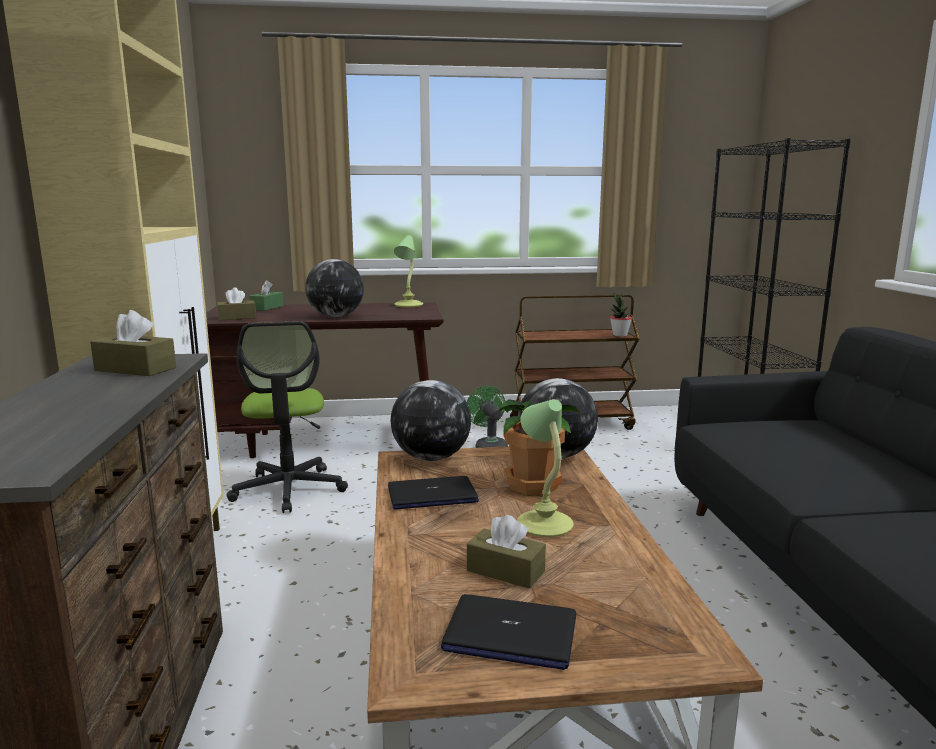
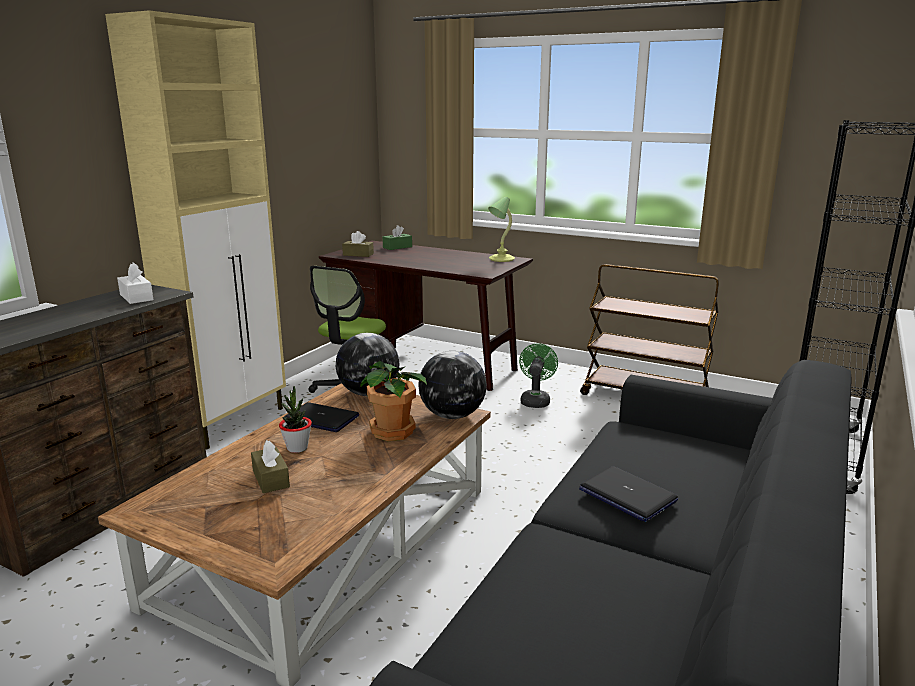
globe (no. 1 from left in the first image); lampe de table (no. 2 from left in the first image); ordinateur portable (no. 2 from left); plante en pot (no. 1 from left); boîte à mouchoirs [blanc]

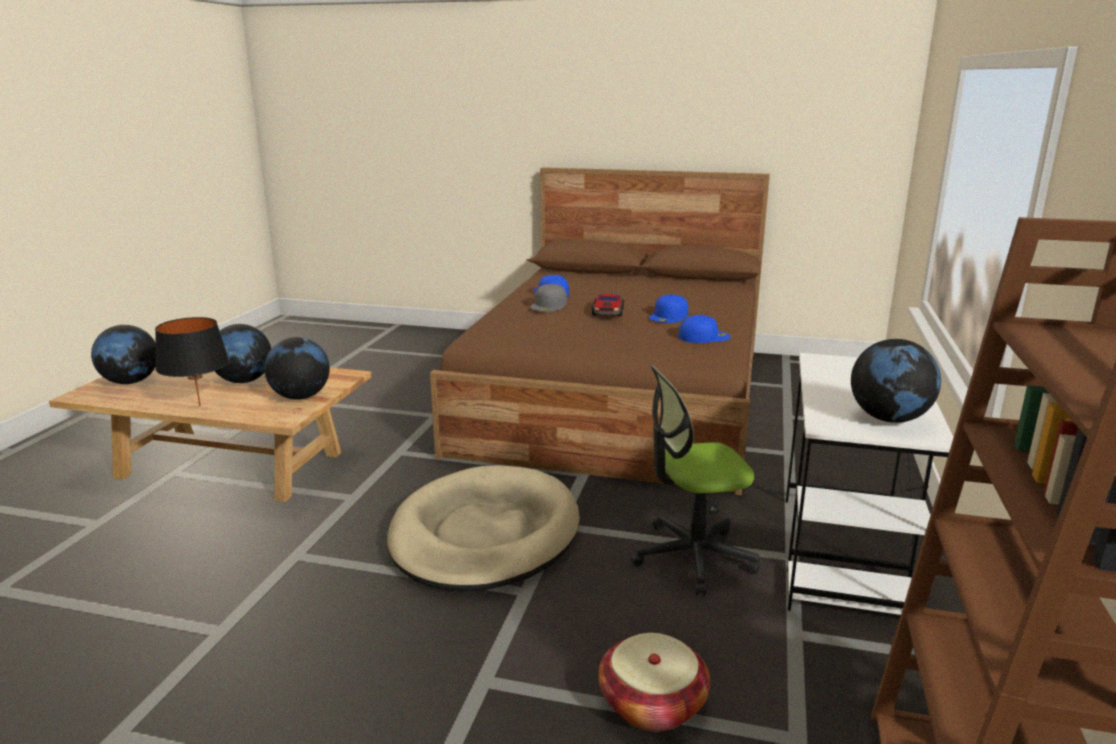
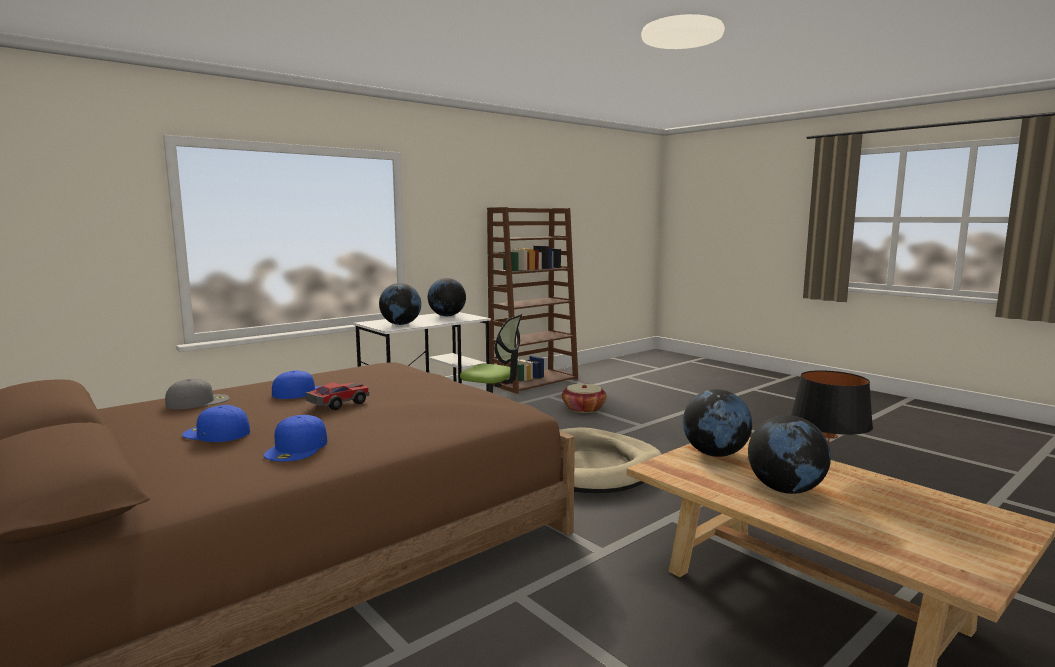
globe (no. 1 from left); casquette [gris]; casquette [bleu] (no. 1 from left)

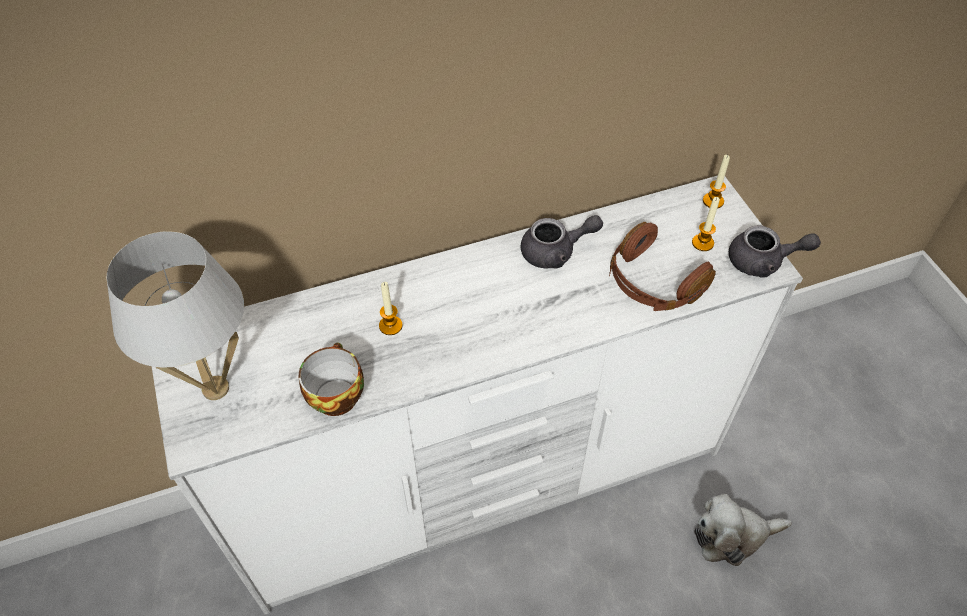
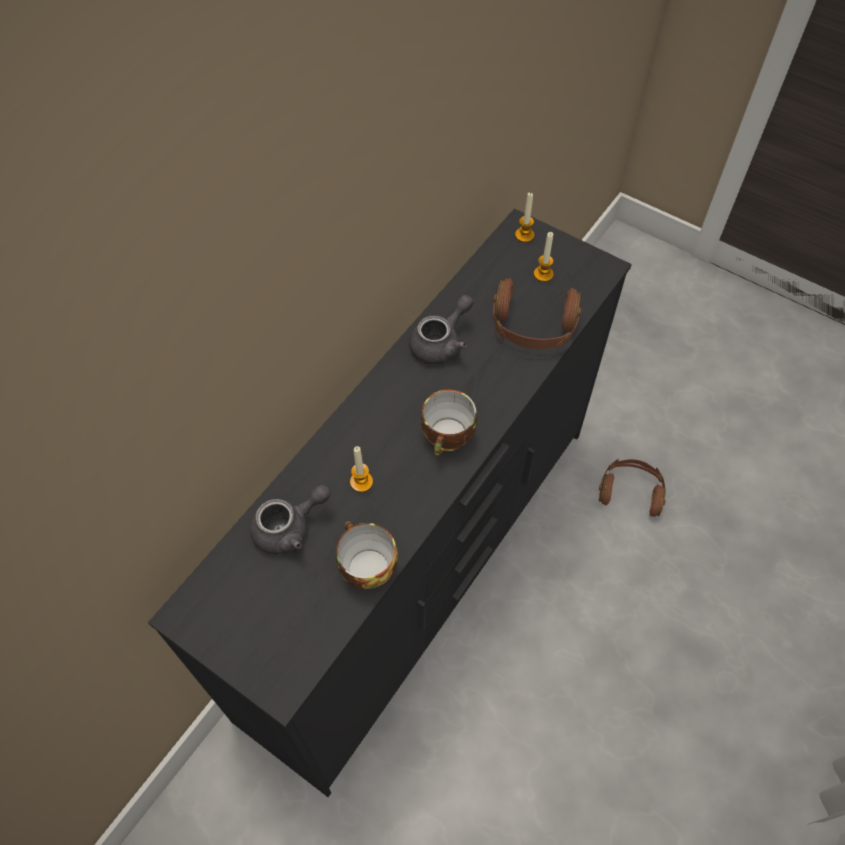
lampe de table [blanc]; tasse (no. 2 from left); théière [gris] (no. 1 from left); casque audio [marron] (no. 2 from left); commode [noir]

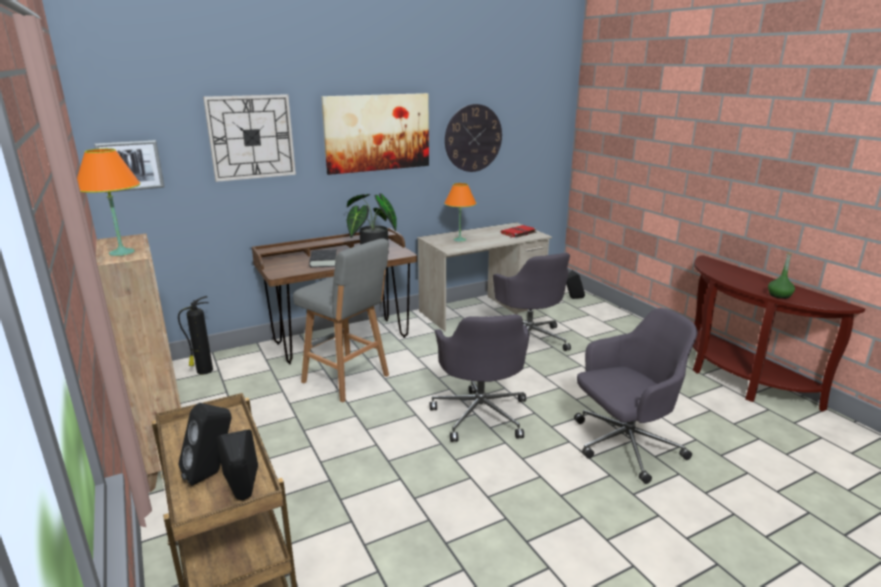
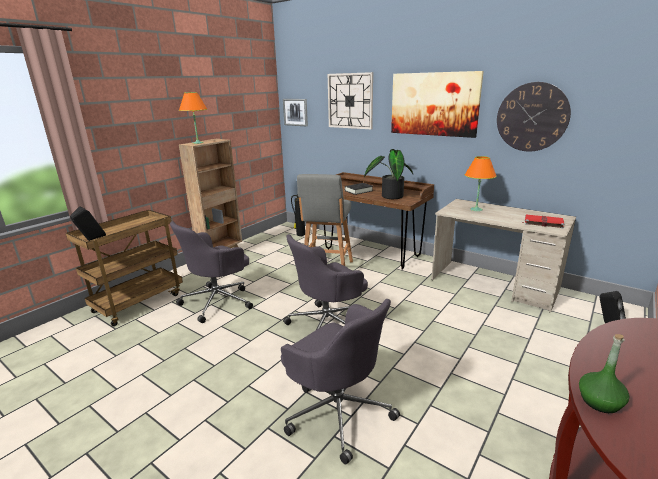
enceinte [noir] (no. 1 from left in the first image); chaise de bureau [gris] (no. 1 from left)

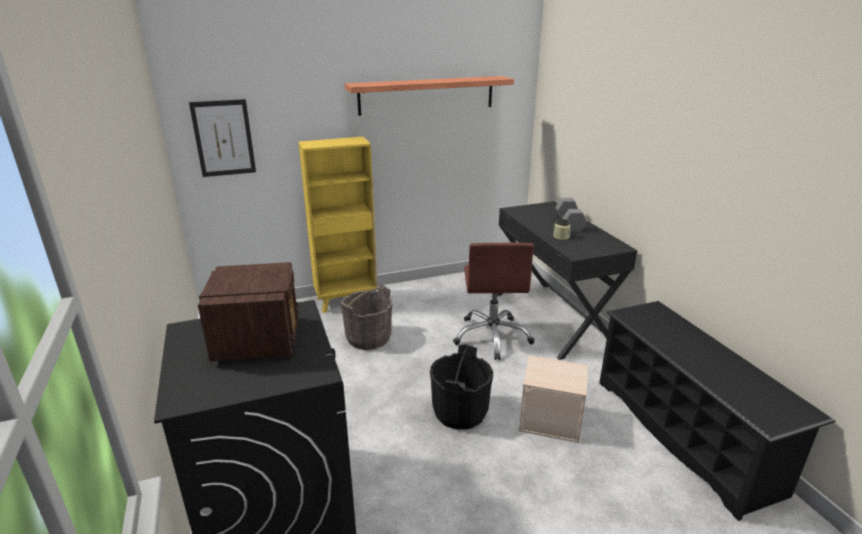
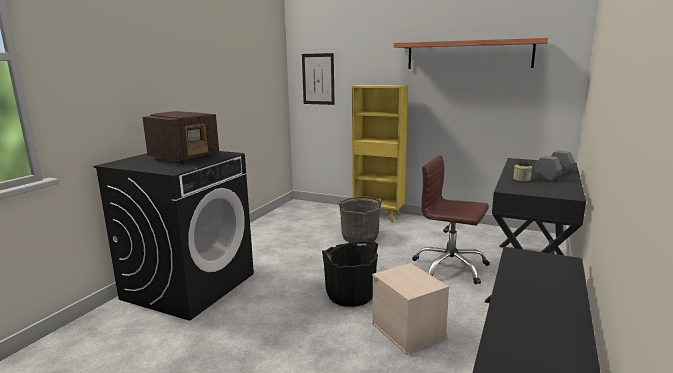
chaise de bureau [marron]

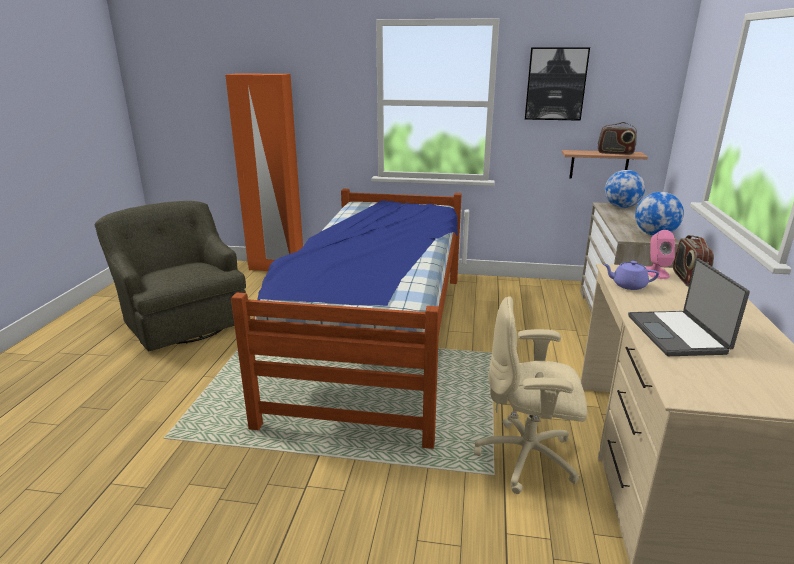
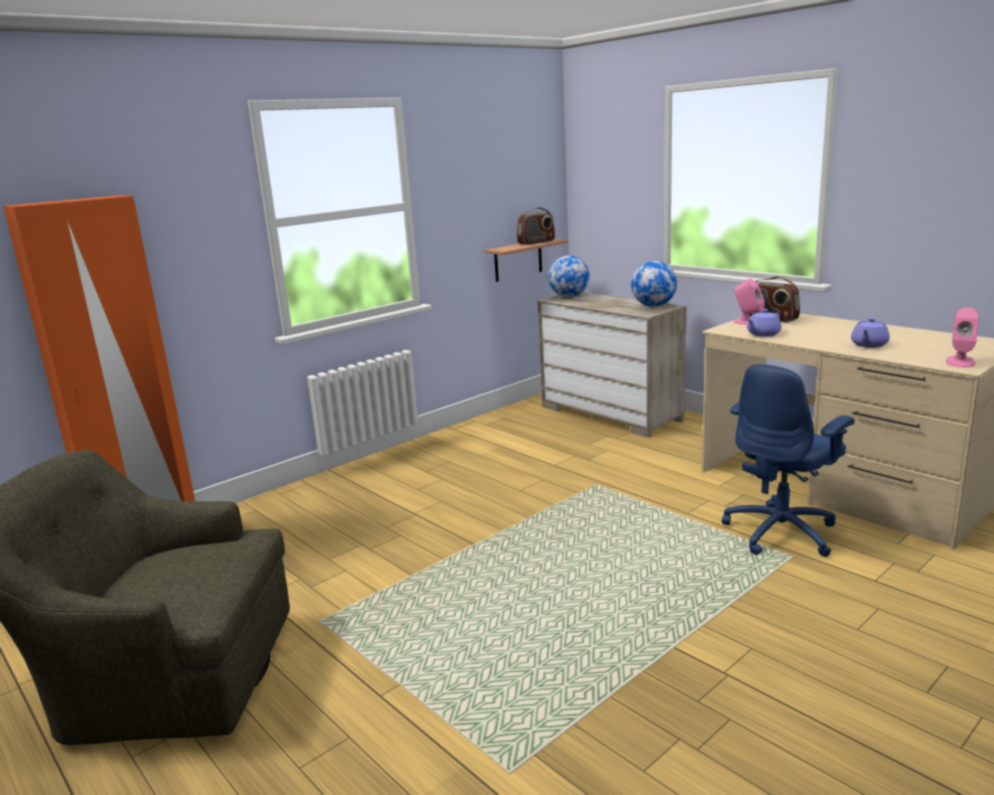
lit; tableau; enceinte [rose] (no. 2 from left); théière [violet] (no. 2 from left); chaise de bureau [bleu]

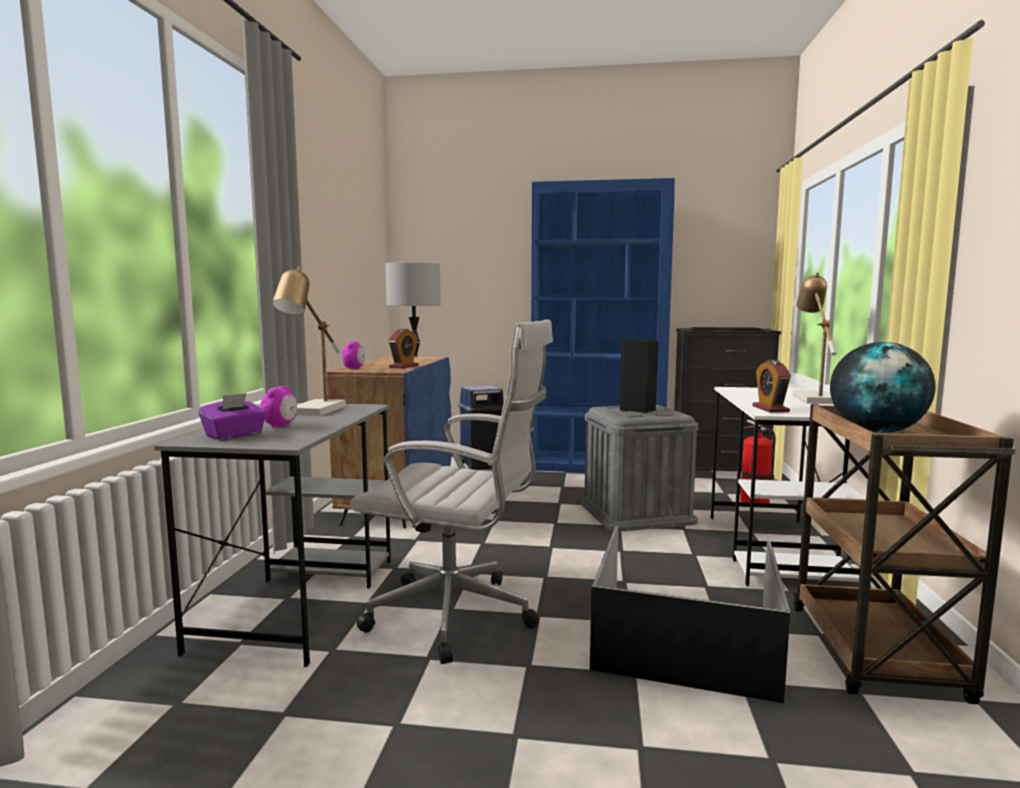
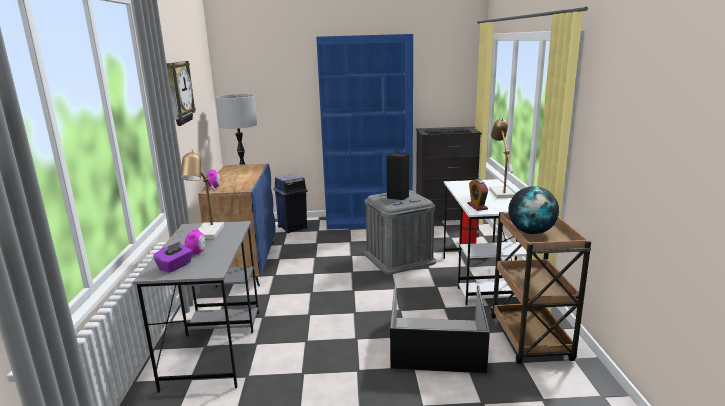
chaise de bureau [blanc]; réveil (no. 3 from left in the first image); horloge murale

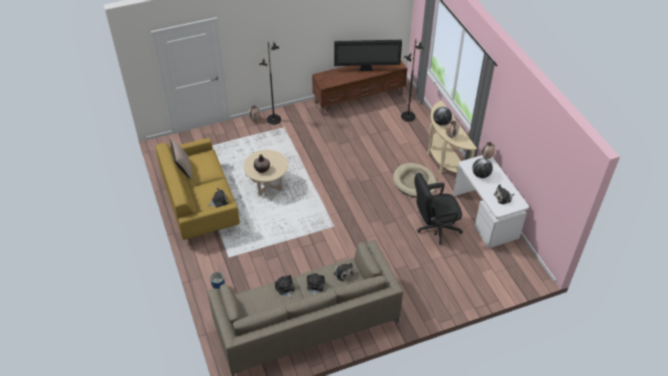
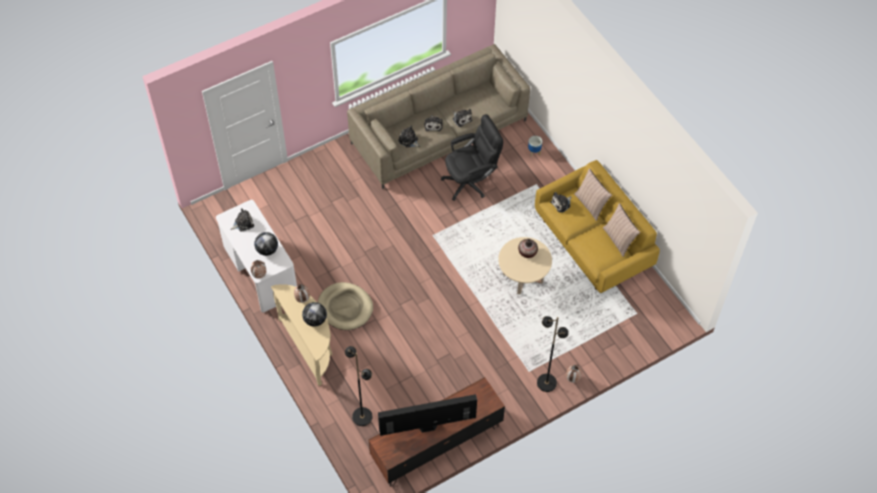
coussin (no. 1 from left); chaise de bureau [noir]

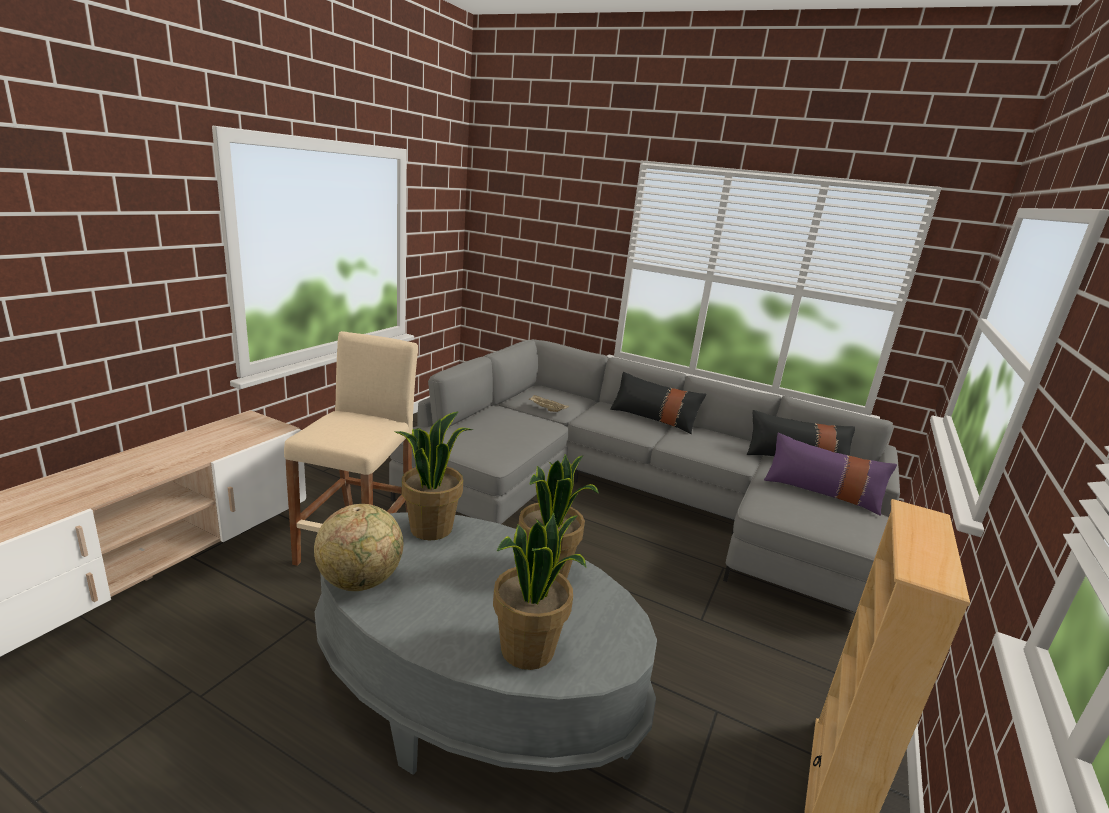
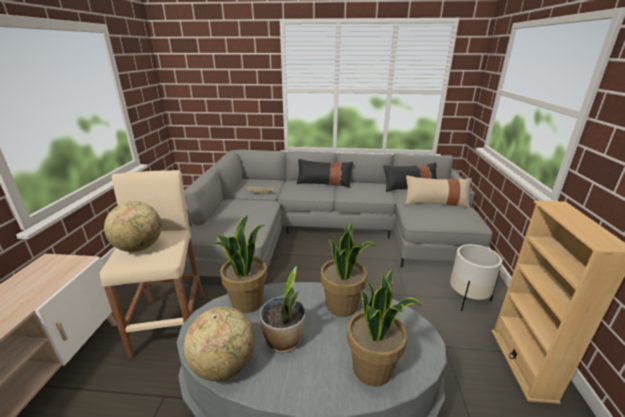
globe (no. 1 from left); plante en pot (no. 2 from left); cache-pot [blanc]; coussin [beige]

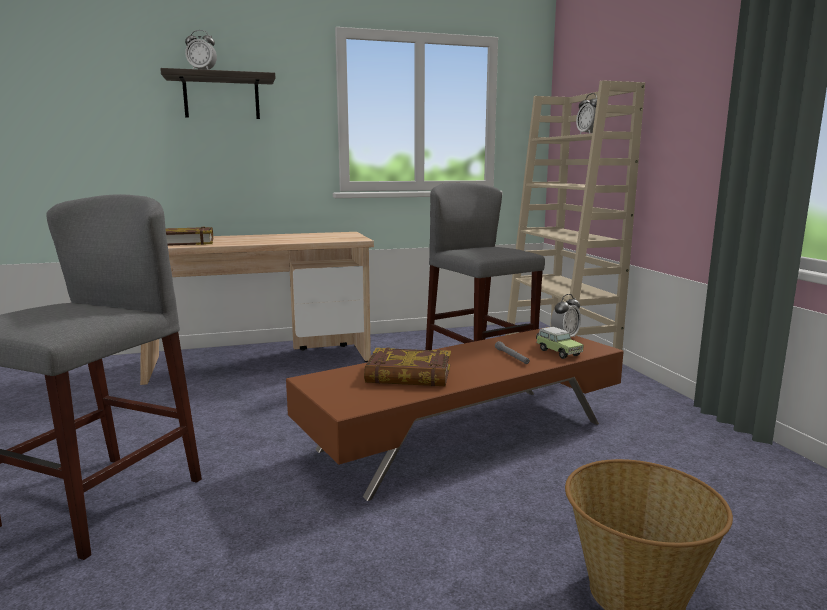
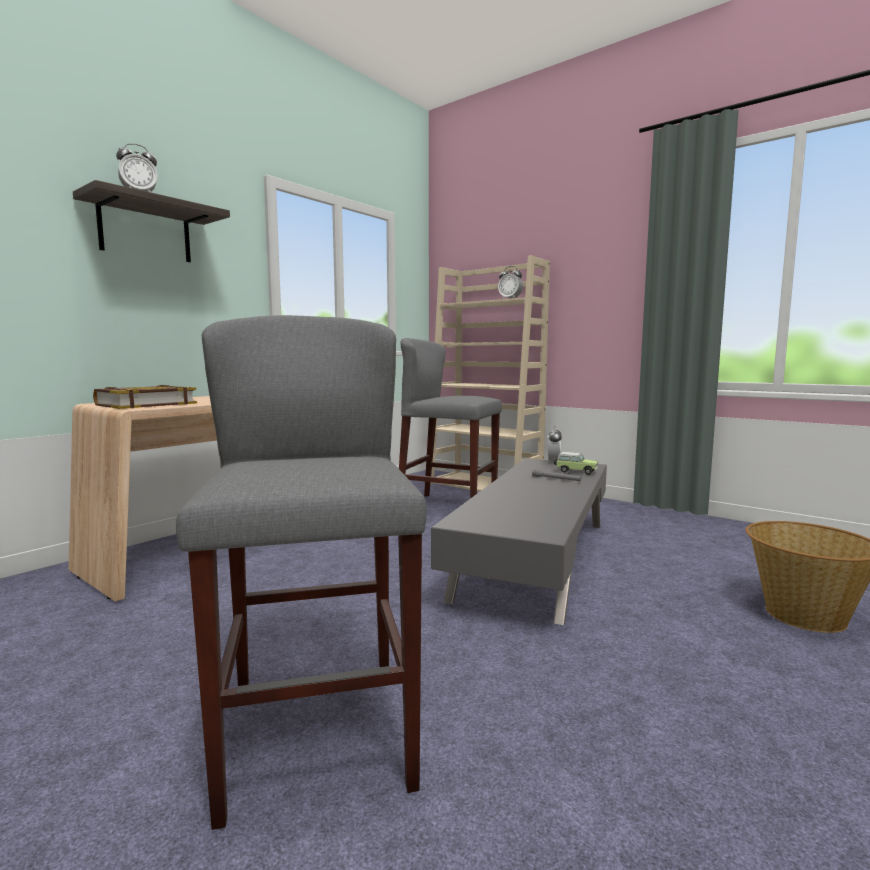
livre (no. 2 from left in the first image); table basse [gris]

